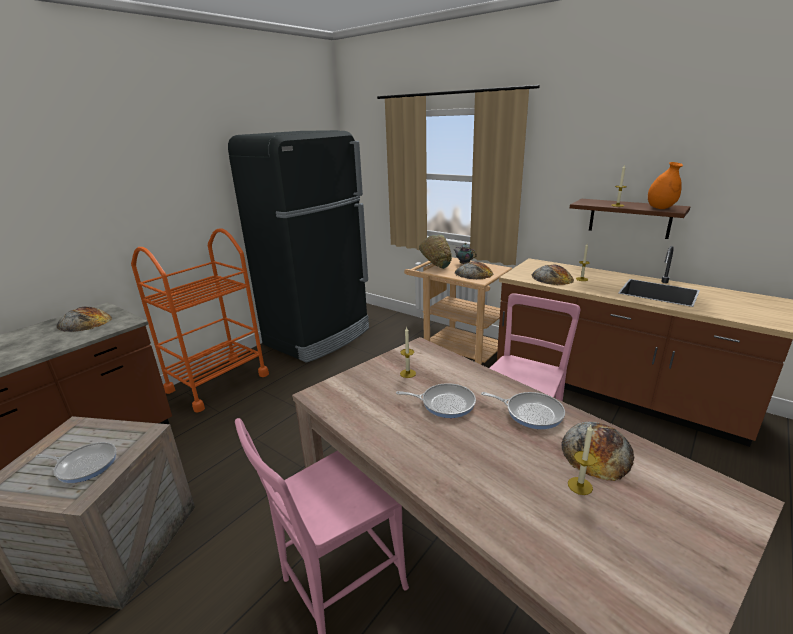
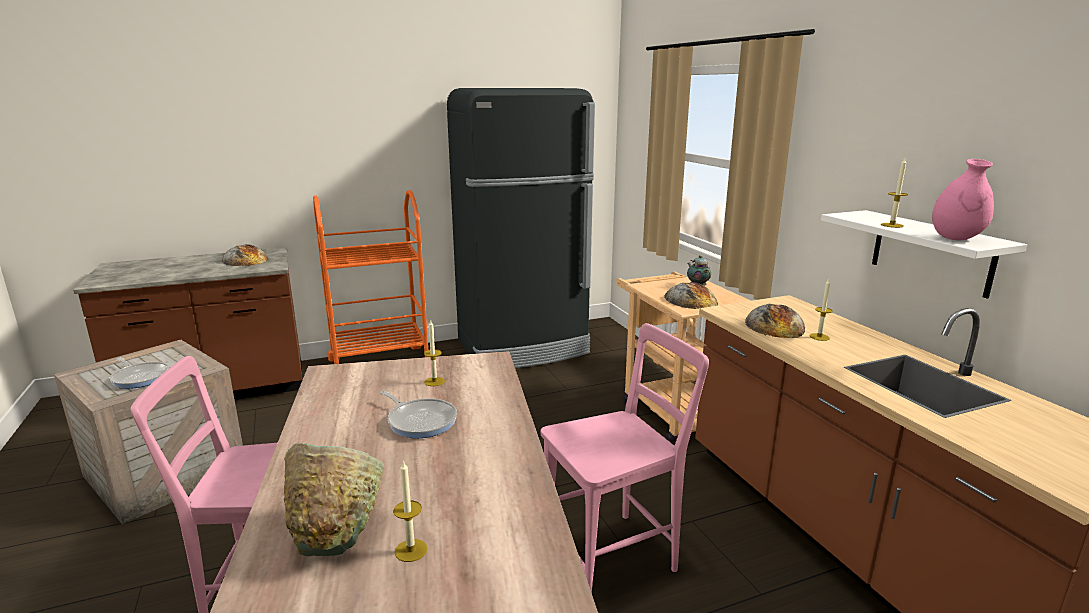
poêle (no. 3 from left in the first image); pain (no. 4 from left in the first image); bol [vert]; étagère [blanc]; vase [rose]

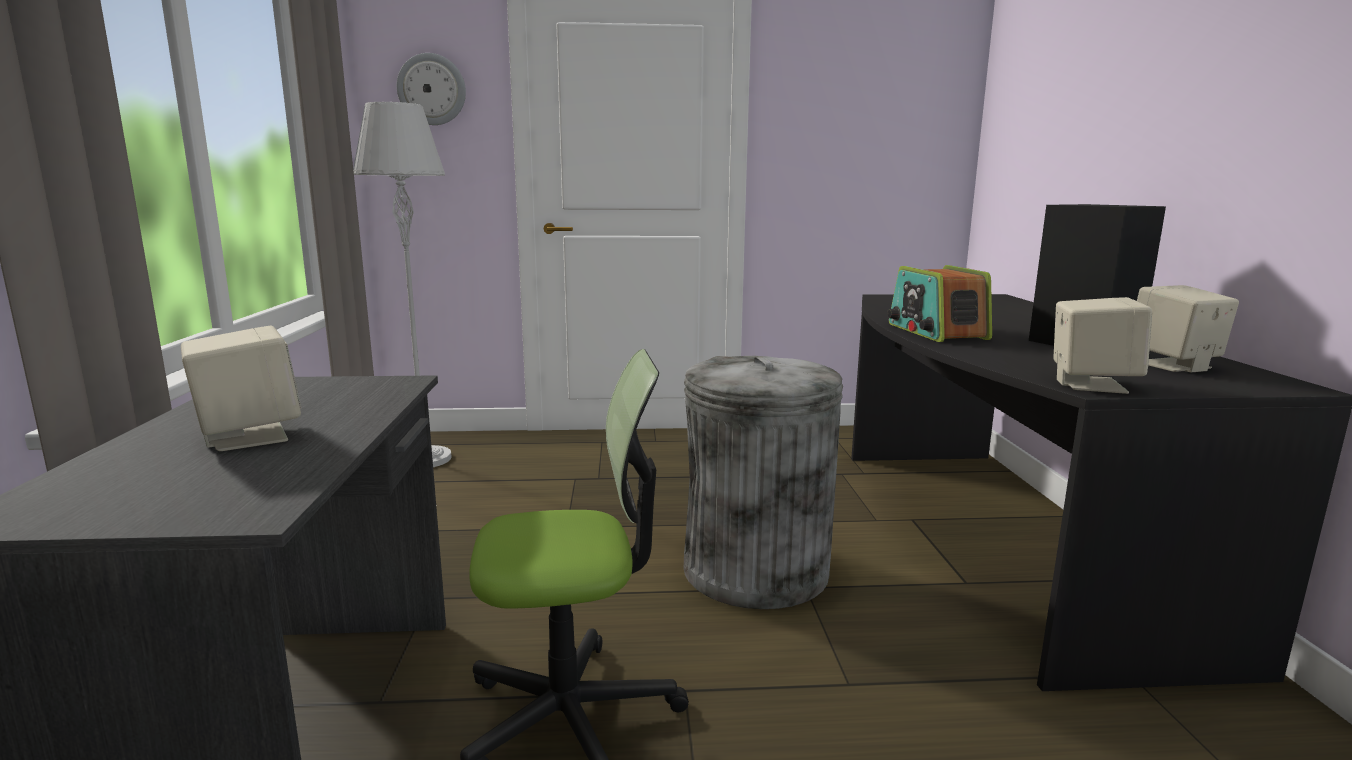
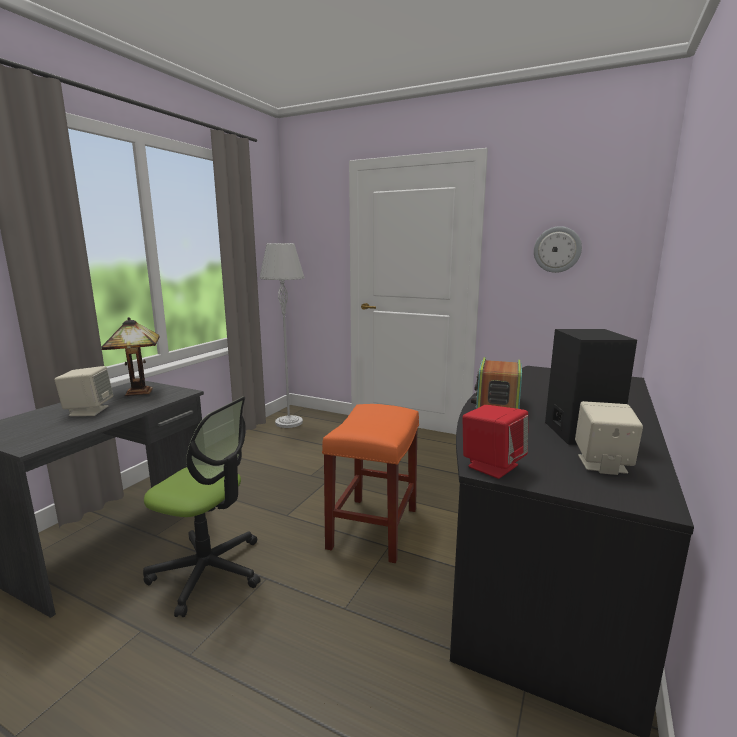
lampe de table; horloge murale; tabouret [orange]; enceinte [rouge]

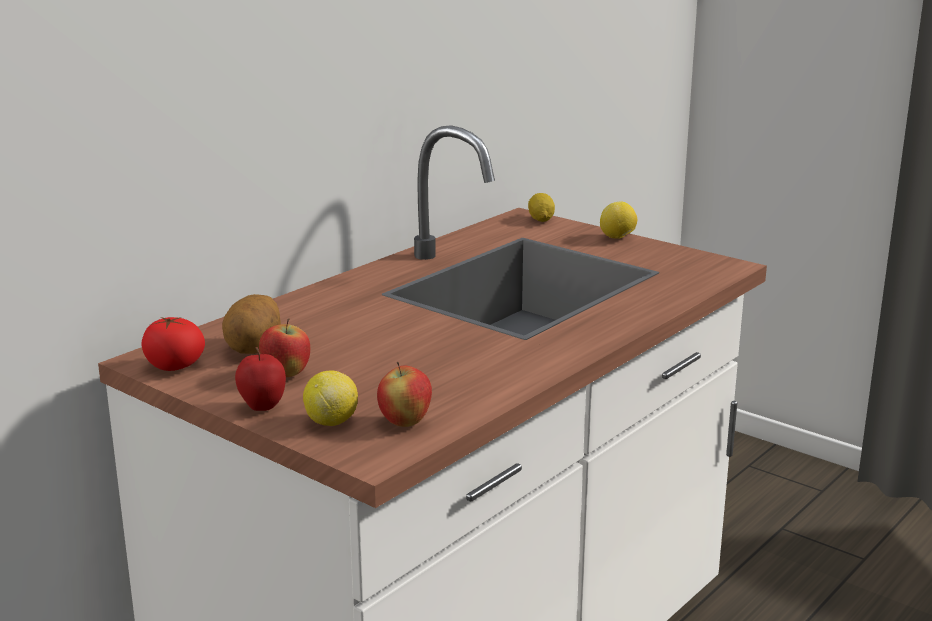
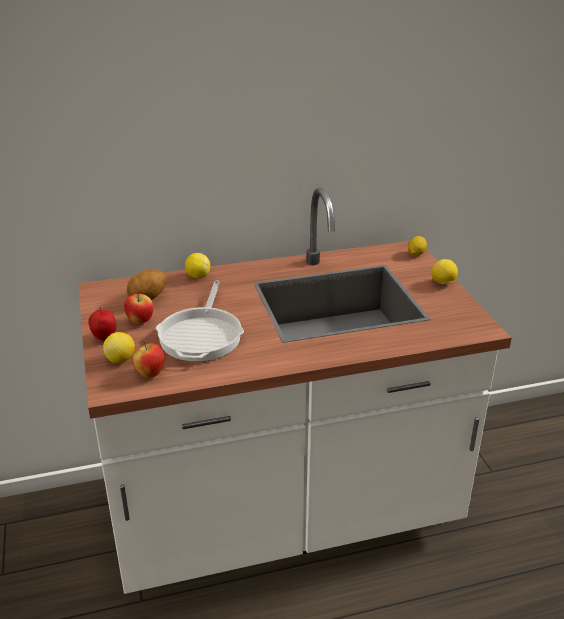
tomate; poêle; citron (no. 2 from left)

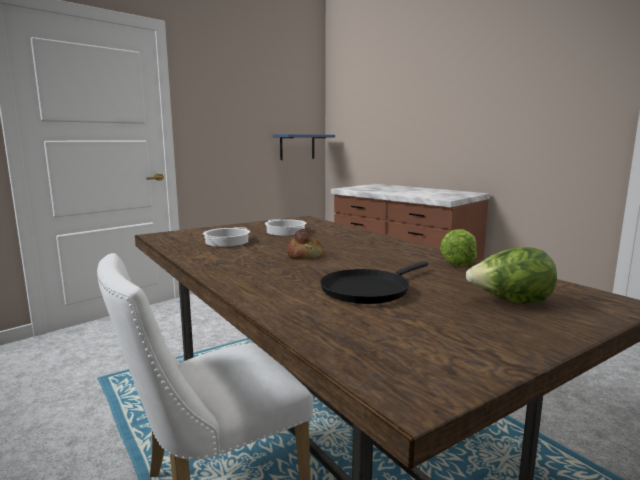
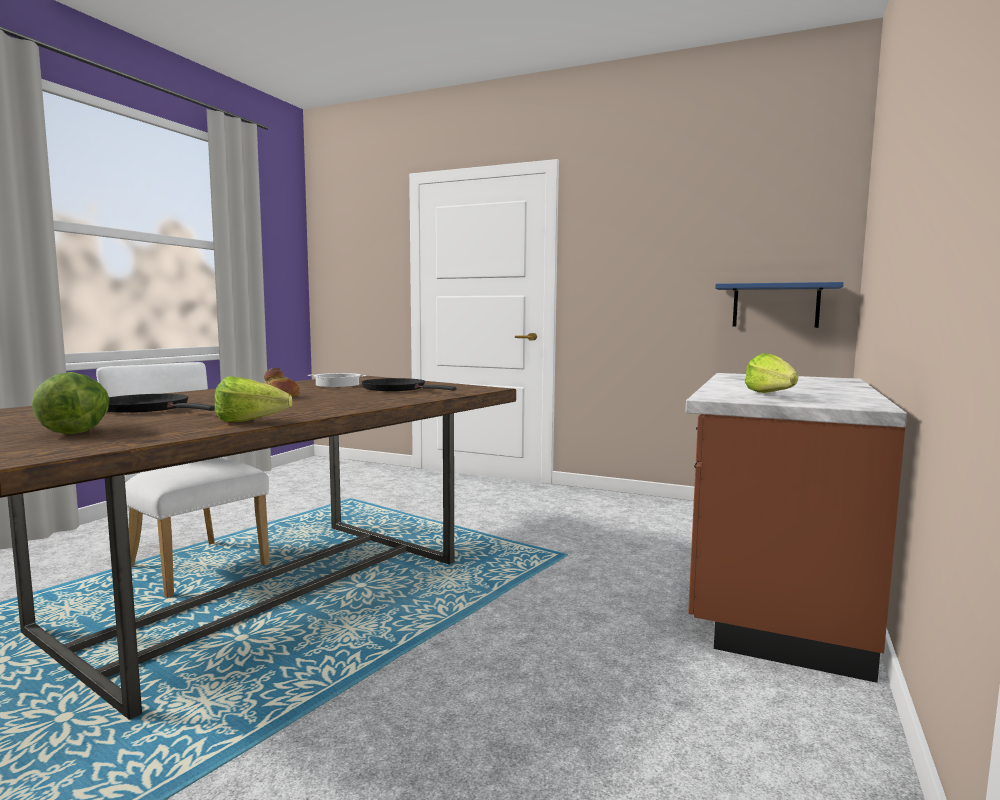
laitue (no. 3 from left); poêle [noir] (no. 2 from left)

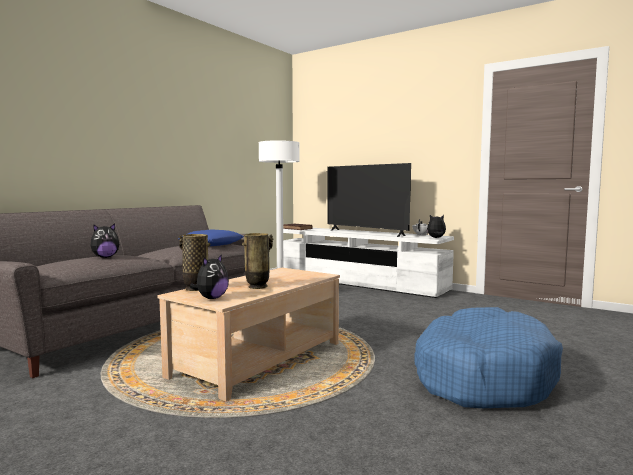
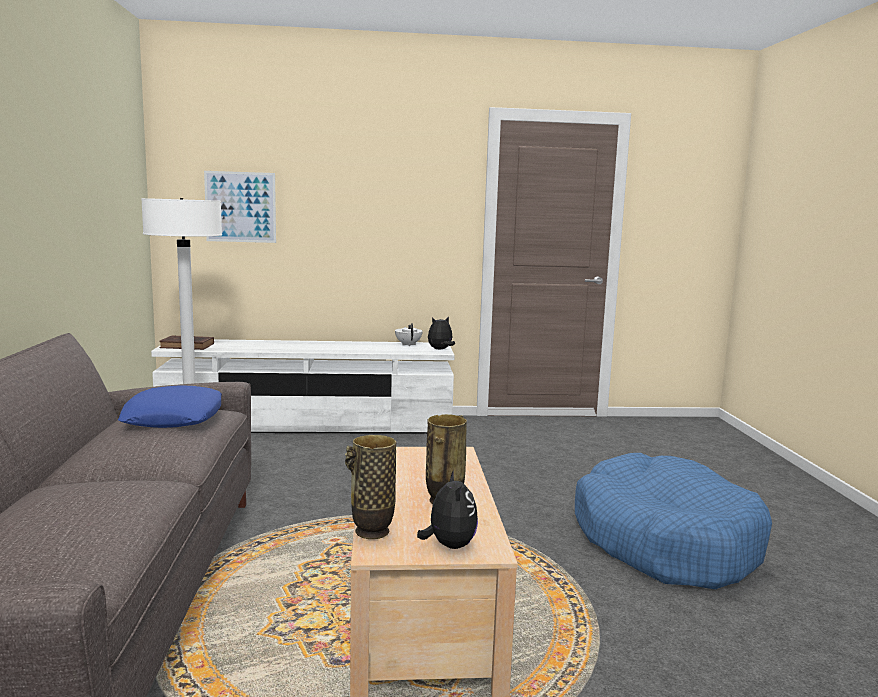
peluche (no. 1 from left in the first image); téléviseur; tableau

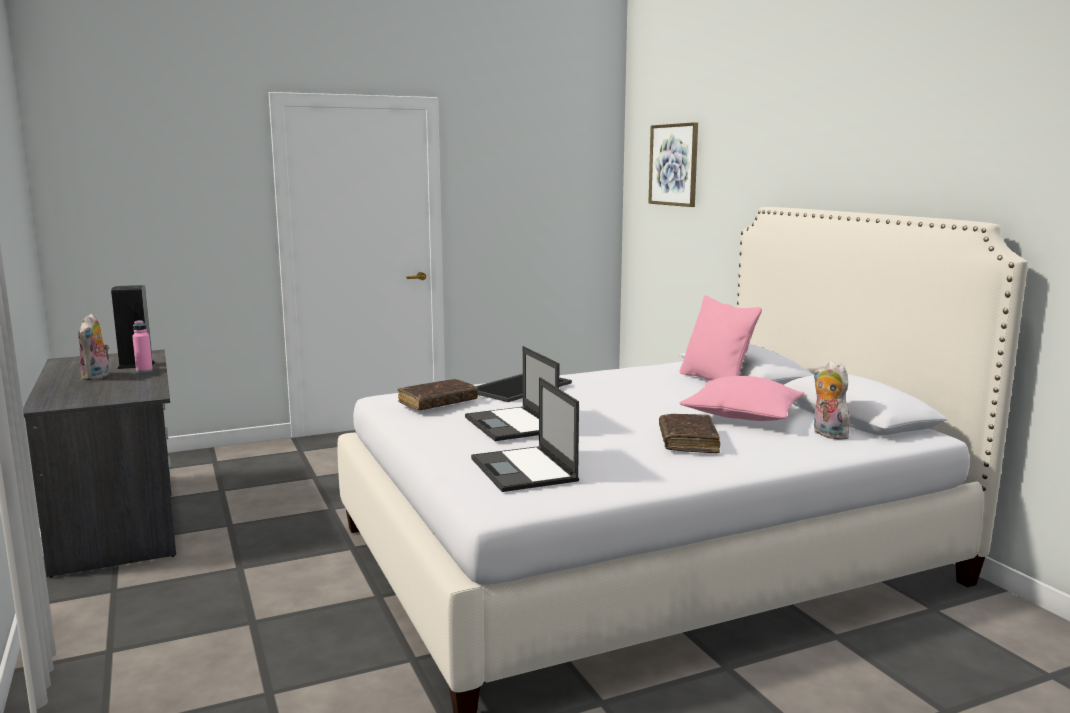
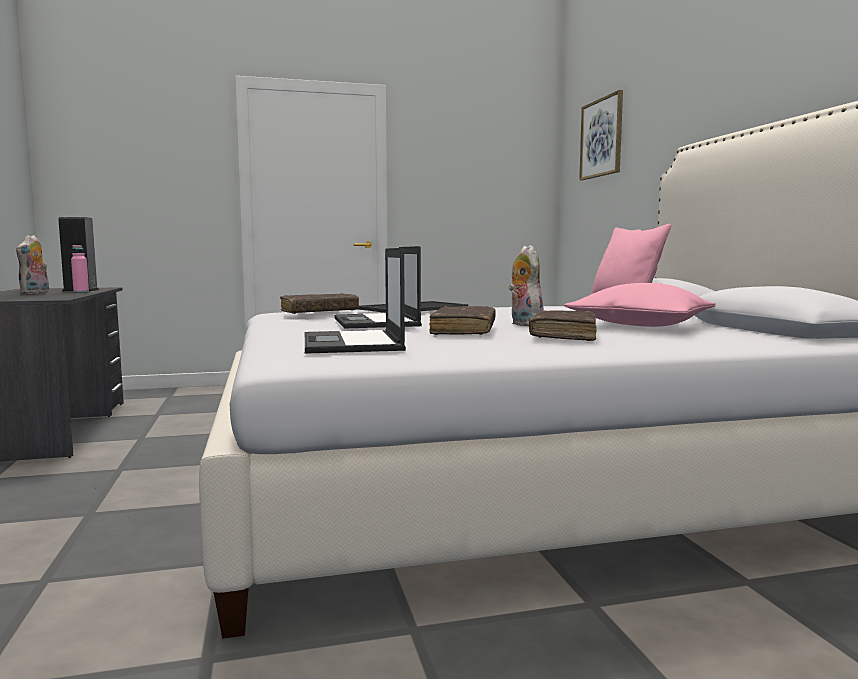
livre [marron] (no. 2 from left); peluche (no. 2 from left)

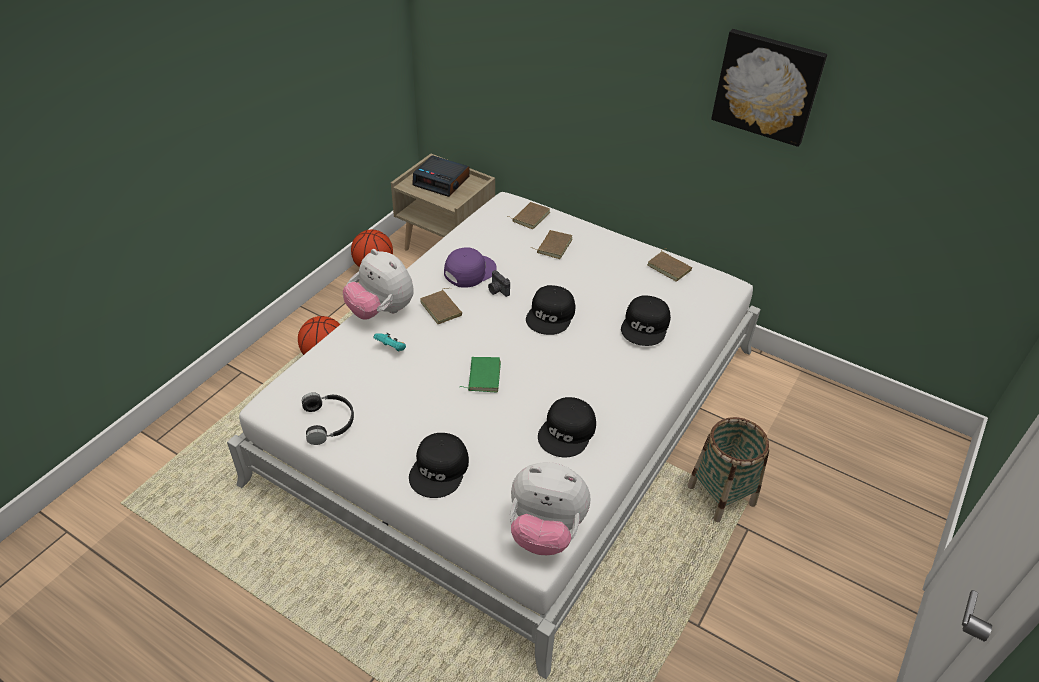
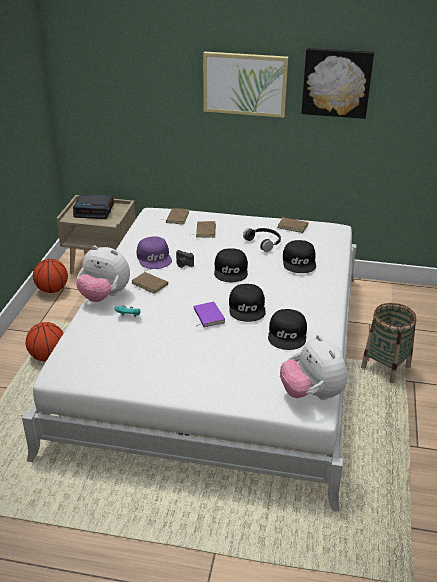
tableau (no. 1 from left); casque audio [noir]; casquette [noir] (no. 2 from left); livre [violet]; casquette [violet]; peluche (no. 2 from left)

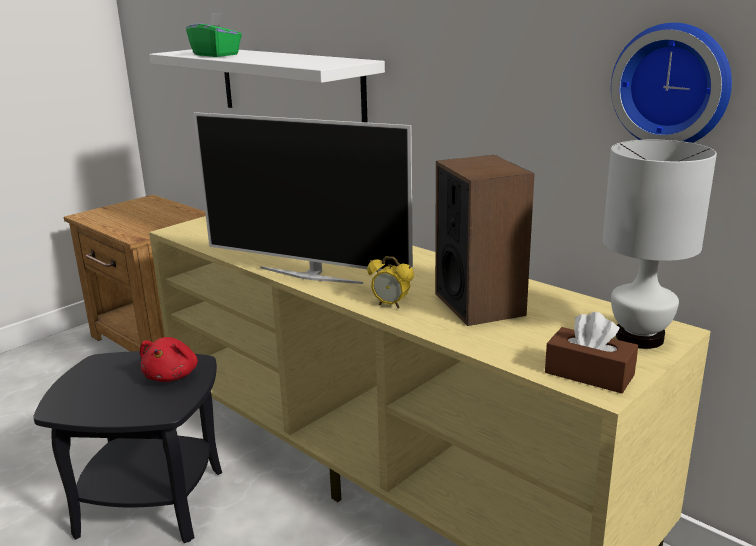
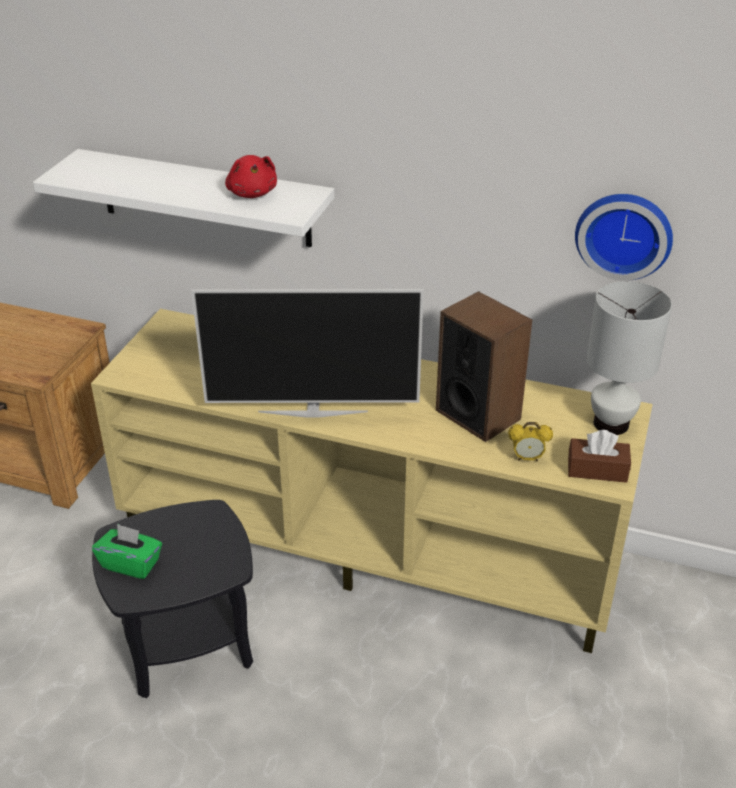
peluche [rouge]; boîte à mouchoirs [vert]; réveil

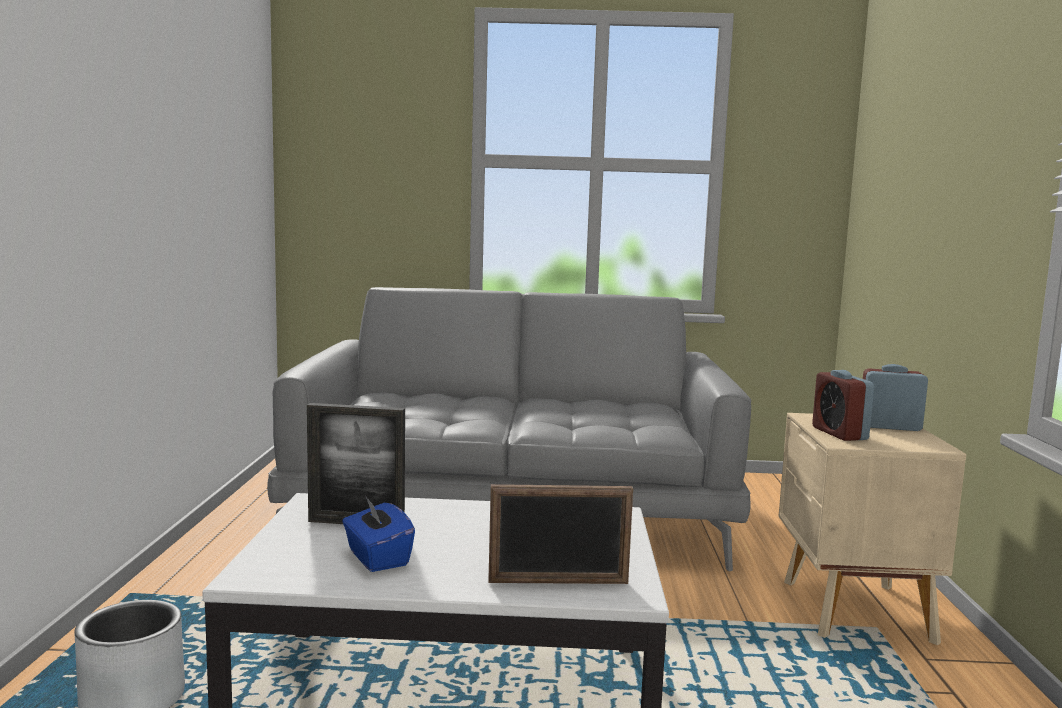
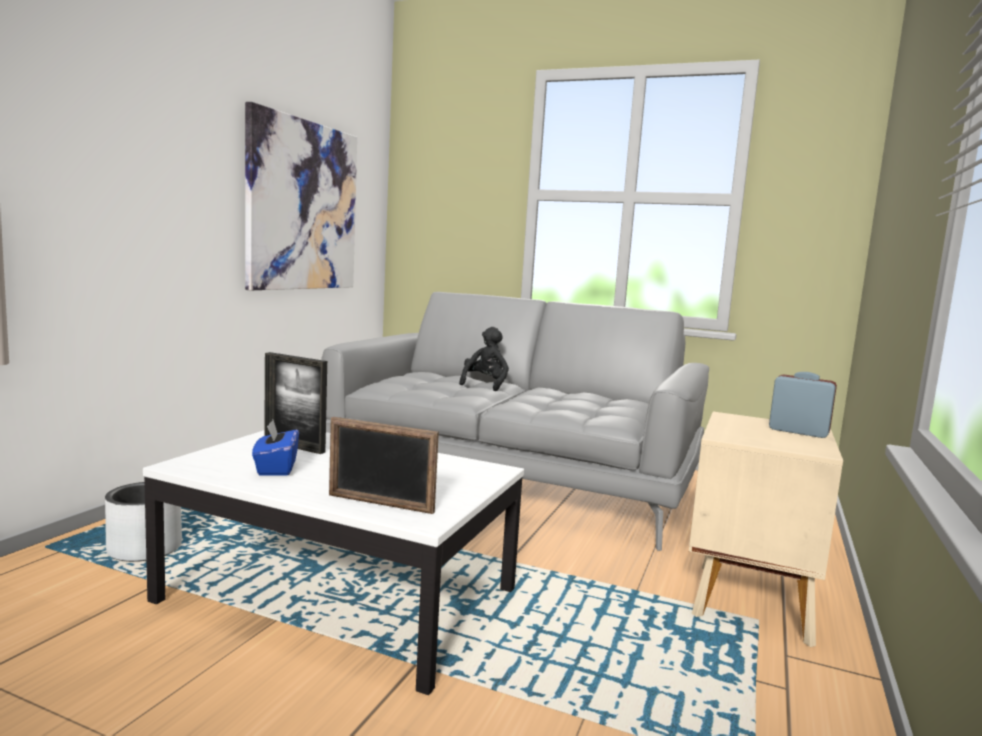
réveil (no. 1 from left in the first image); tableau; peluche [noir]

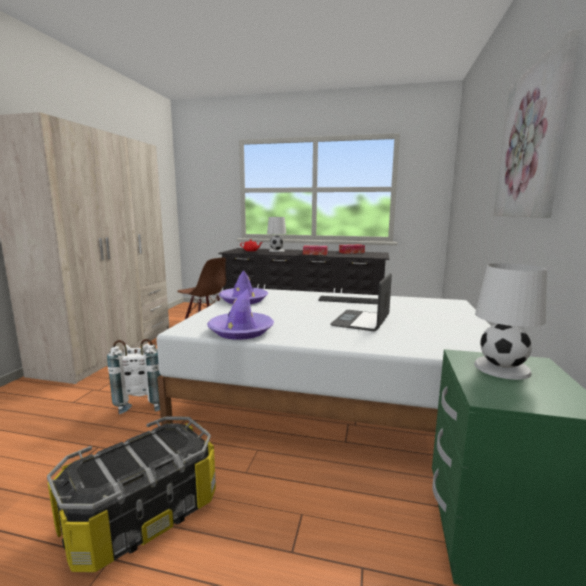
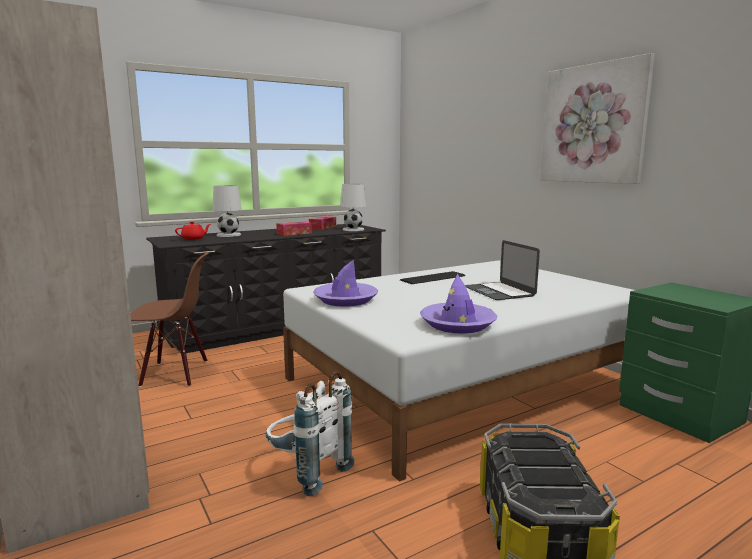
lampe de table [blanc] (no. 2 from left)

